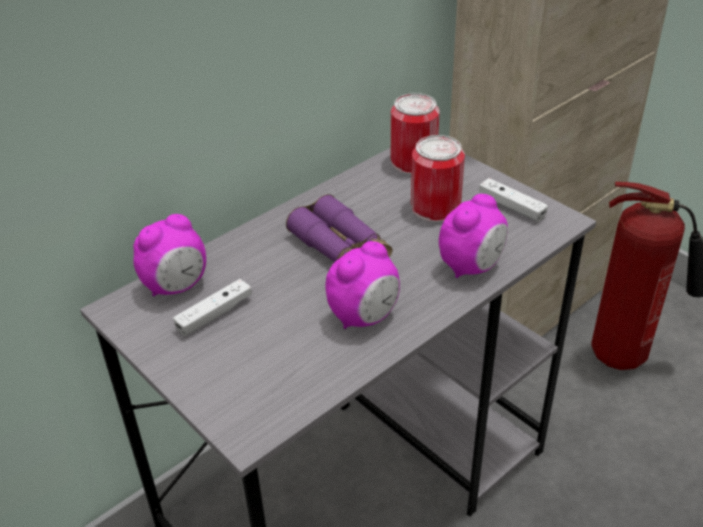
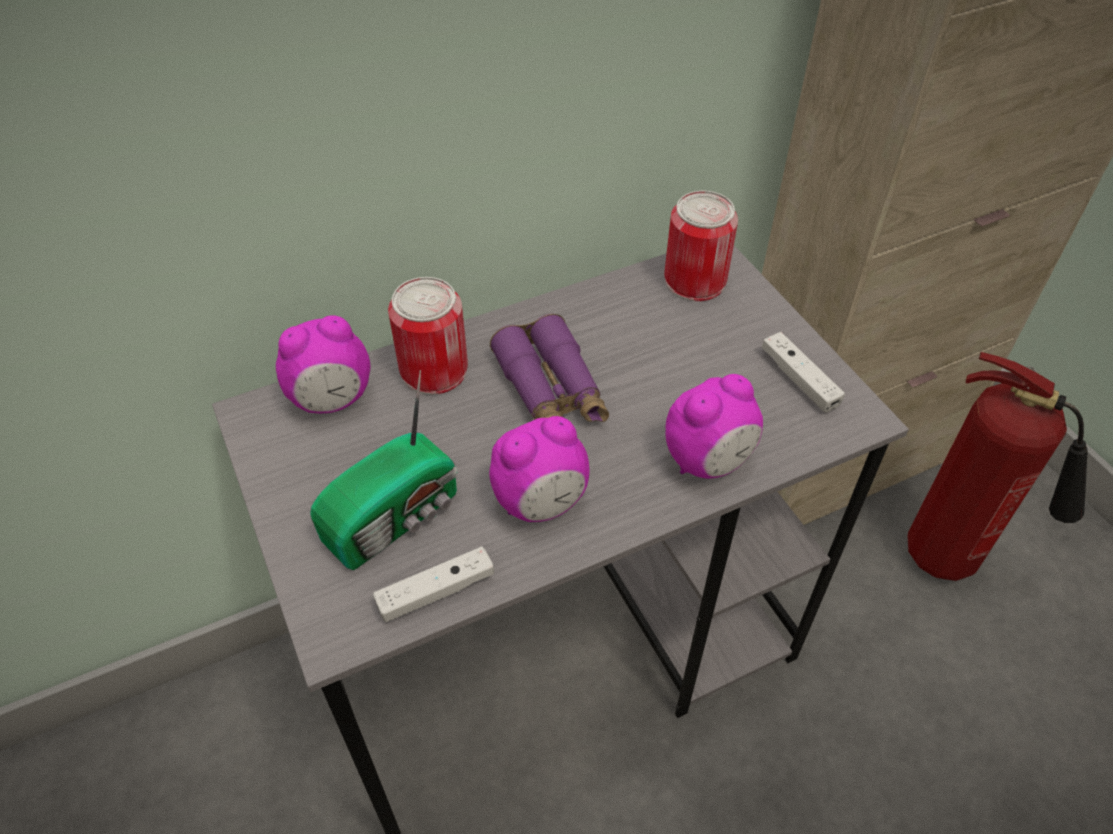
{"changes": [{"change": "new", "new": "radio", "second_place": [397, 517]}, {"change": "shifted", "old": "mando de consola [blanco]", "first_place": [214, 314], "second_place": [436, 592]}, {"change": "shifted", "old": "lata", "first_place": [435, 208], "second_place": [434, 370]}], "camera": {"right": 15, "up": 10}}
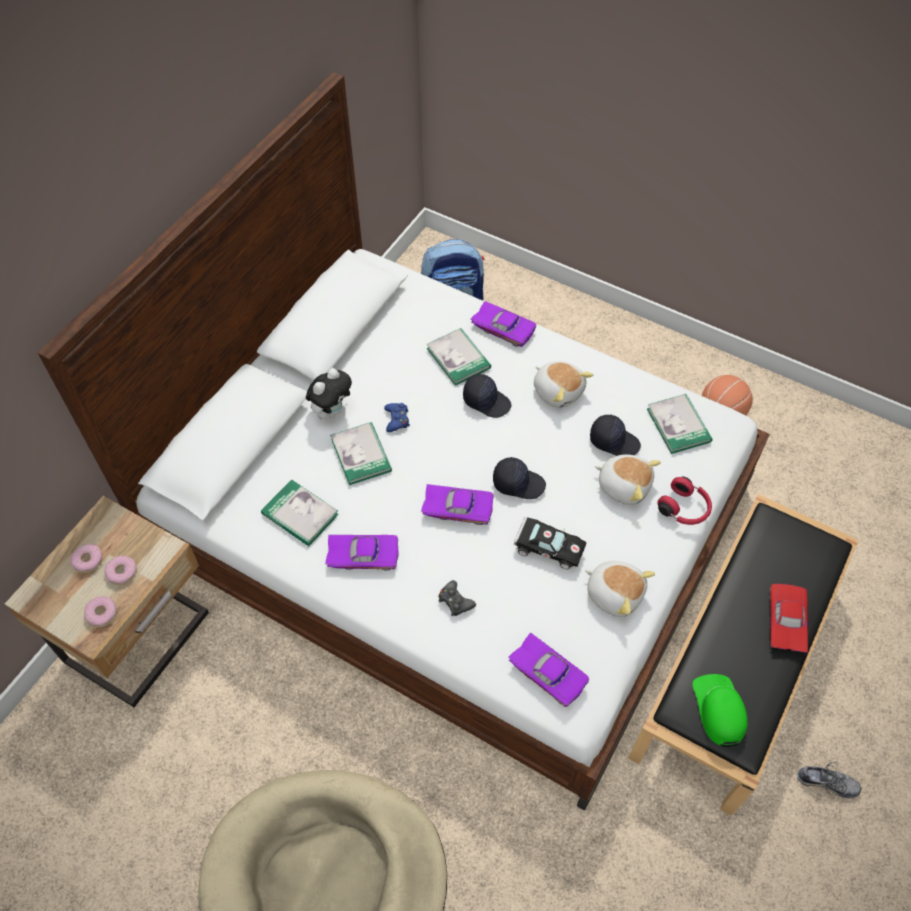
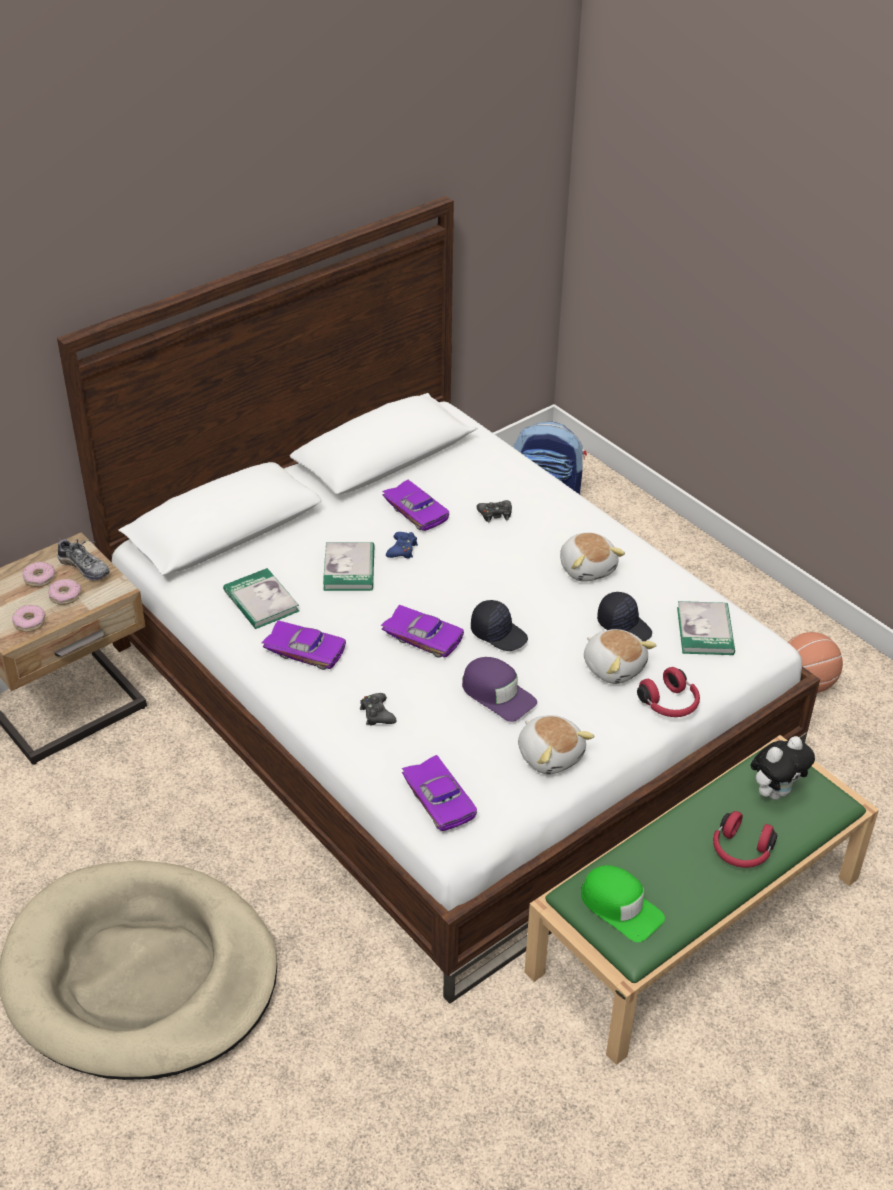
{"changes": [{"change": "shifted", "old": "zapato", "first_place": [826, 782], "second_place": [84, 567]}, {"change": "shifted", "old": "coche de juguete [morado]", "first_place": [504, 327], "second_place": [417, 511]}, {"change": "swapped", "old": "coche de juguete [negro]", "new": "gorra [morado]", "first_place": [546, 547], "second_place": [497, 694]}, {"change": "swapped", "old": "libro", "new": "mando de consola [negro]", "first_place": [458, 358], "second_place": [495, 514]}, {"change": "repainted", "old": "banco [negro]", "new": "banco [verde]", "first_place": [734, 662], "second_place": [696, 922]}, {"change": "rotated", "old": "gorra [verde]", "first_place": [719, 710], "second_place": [620, 907], "degrees": 120}, {"change": "swapped", "old": "coche de juguete [rojo]", "new": "auriculares [rojo]", "first_place": [783, 621], "second_place": [740, 851]}, {"change": "shifted", "old": "peluche", "first_place": [332, 410], "second_place": [775, 791]}, {"change": "gone", "old": "gorra [negro]", "first_place": [486, 401]}], "camera": {"right": 20, "up": -15}}
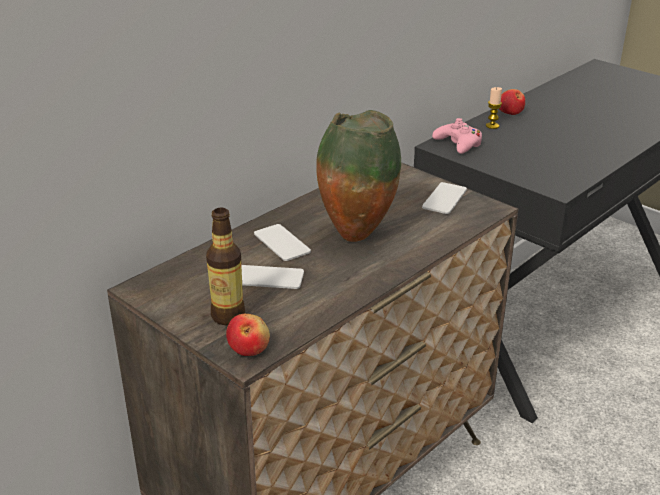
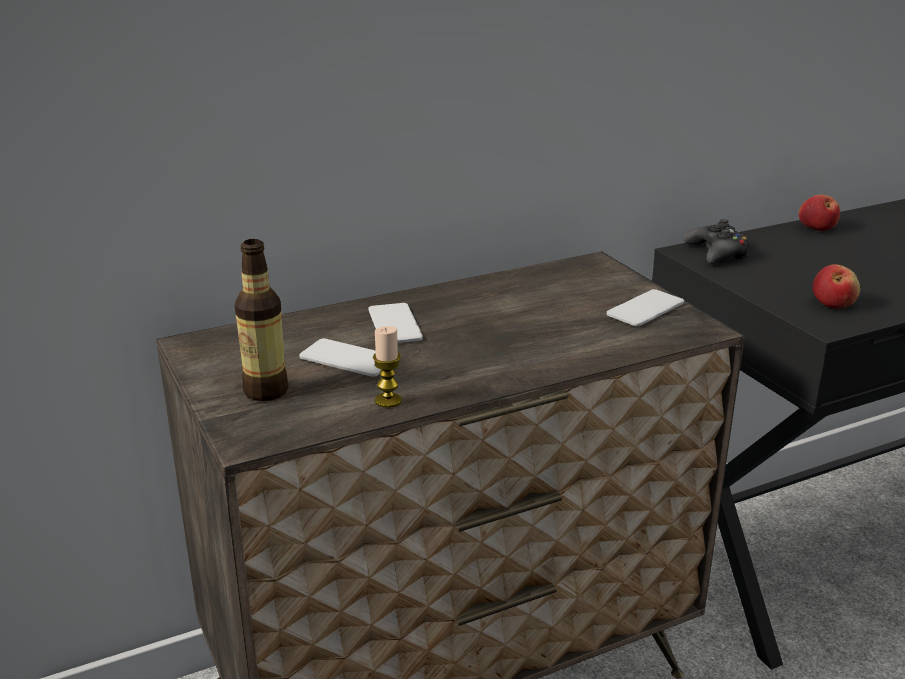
{"changes": [{"change": "shifted", "old": "vela", "first_place": [492, 126], "second_place": [388, 400]}, {"change": "repainted", "old": "mando de consola [rosa]", "new": "mando de consola [negro]", "first_place": [458, 144], "second_place": [717, 253]}, {"change": "shifted", "old": "manzana", "first_place": [249, 348], "second_place": [833, 304]}, {"change": "gone", "old": "florero", "first_place": [356, 235]}], "camera": {"right": 20, "up": -5}}
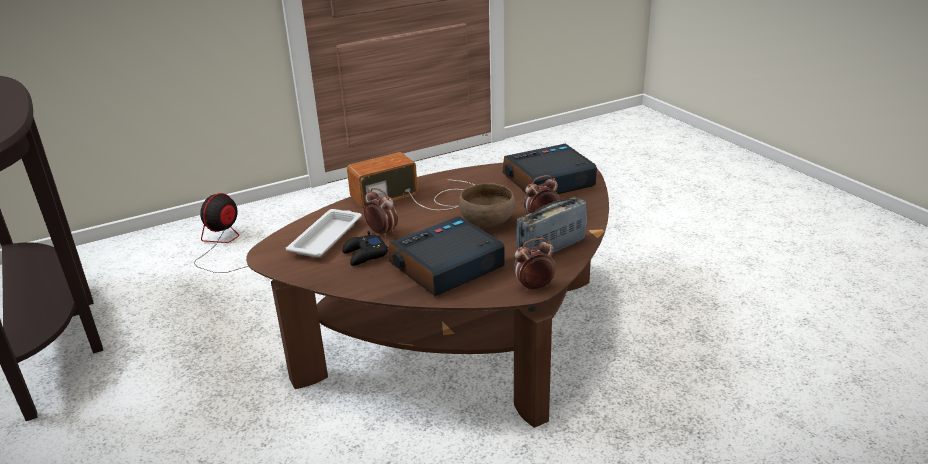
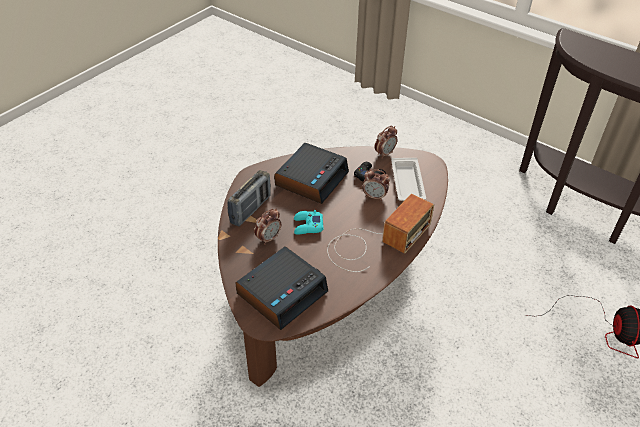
{"changes": [{"change": "swapped", "old": "cuenco [marrón]", "new": "mando de consola [turquesa]", "first_place": [487, 221], "second_place": [307, 226]}, {"change": "shifted", "old": "despertador", "first_place": [534, 287], "second_place": [385, 153]}], "camera": {"right": 155, "up": 15}}
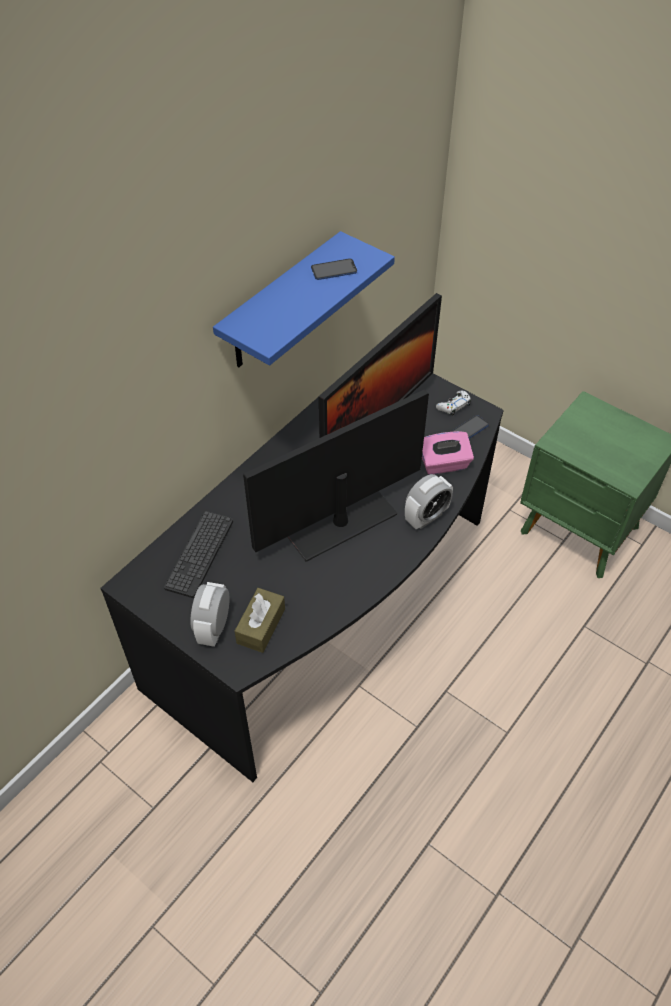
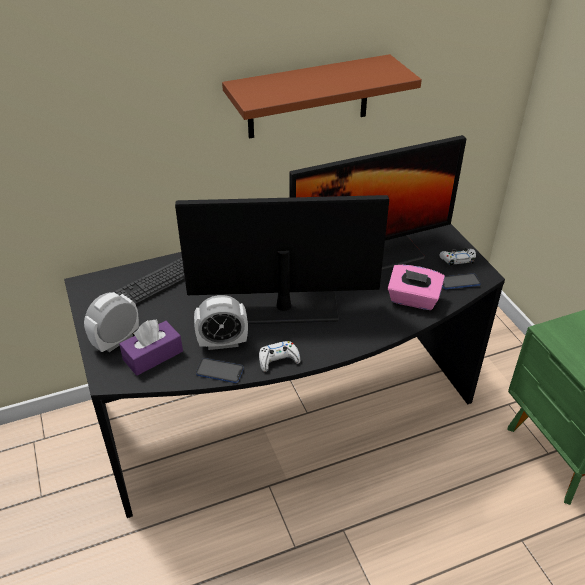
{"changes": [{"change": "repainted", "old": "caja de pañuelos [marrón]", "new": "caja de pañuelos [morado]", "first_place": [261, 626], "second_place": [153, 355]}, {"change": "shifted", "old": "despertador", "first_place": [426, 517], "second_place": [222, 343]}, {"change": "shifted", "old": "móvil", "first_place": [334, 270], "second_place": [219, 371]}, {"change": "repainted", "old": "estante [azul]", "new": "estante [marrón]", "first_place": [281, 303], "second_place": [308, 97]}, {"change": "new", "new": "mando de consola [blanco]", "second_place": [278, 360]}], "camera": {"right": 30, "up": -10}}
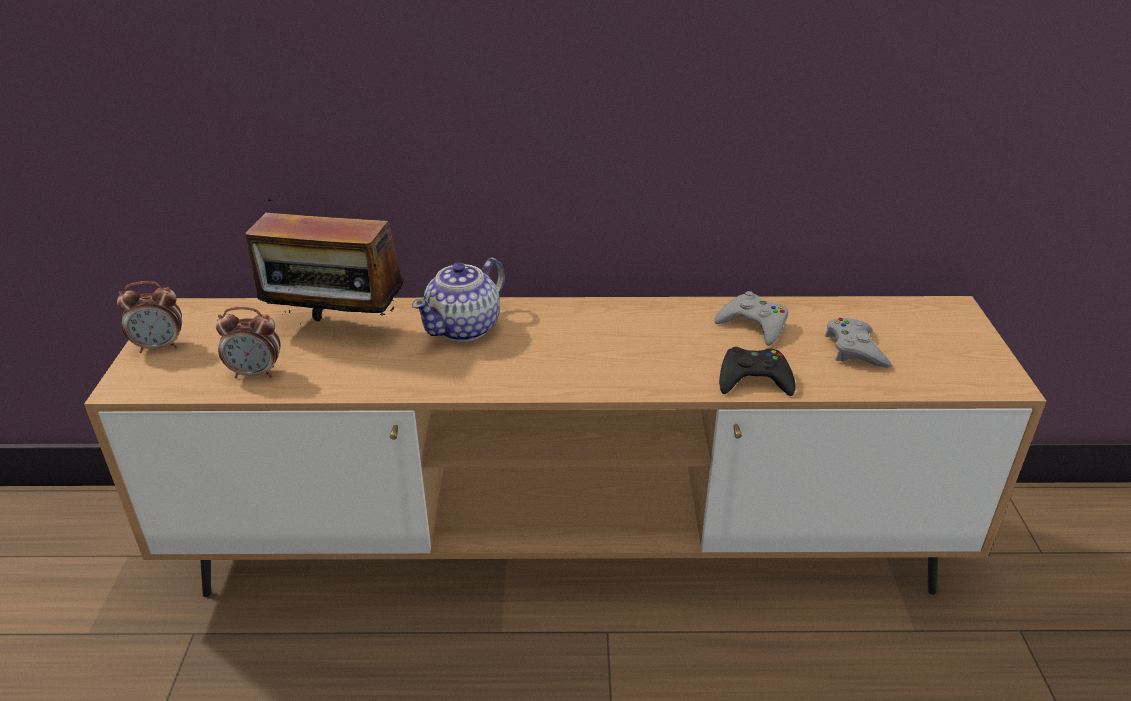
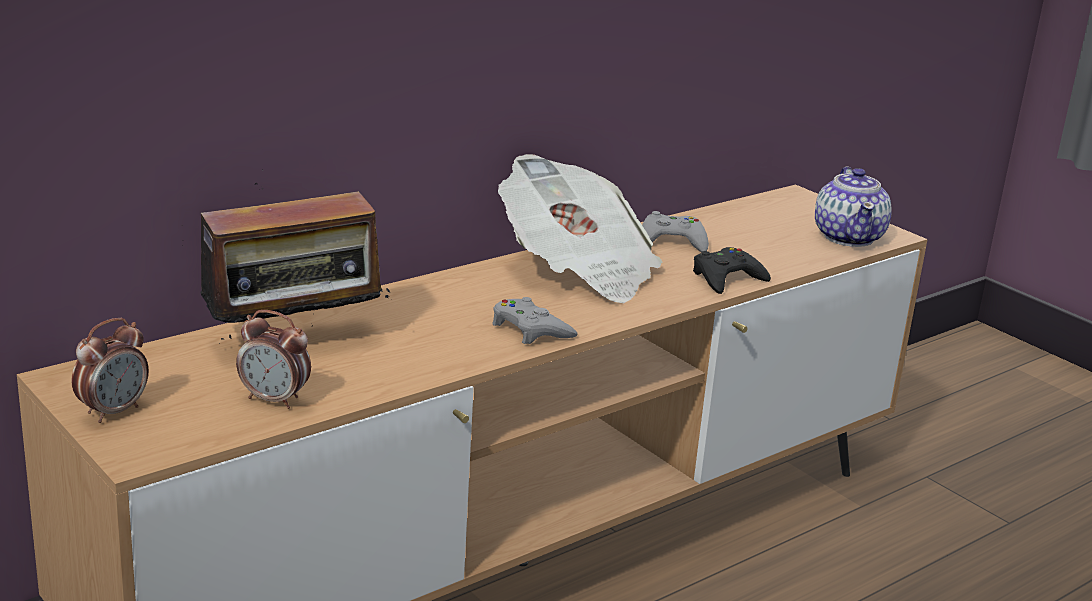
{"changes": [{"change": "rotated", "old": "despertador", "first_place": [256, 373], "second_place": [274, 400], "degrees": 60}, {"change": "shifted", "old": "mando de consola [gris]", "first_place": [854, 349], "second_place": [530, 329]}, {"change": "new", "new": "periódico", "second_place": [578, 270]}, {"change": "shifted", "old": "tetera", "first_place": [464, 328], "second_place": [849, 237]}], "camera": {"right": -40, "up": -10}}
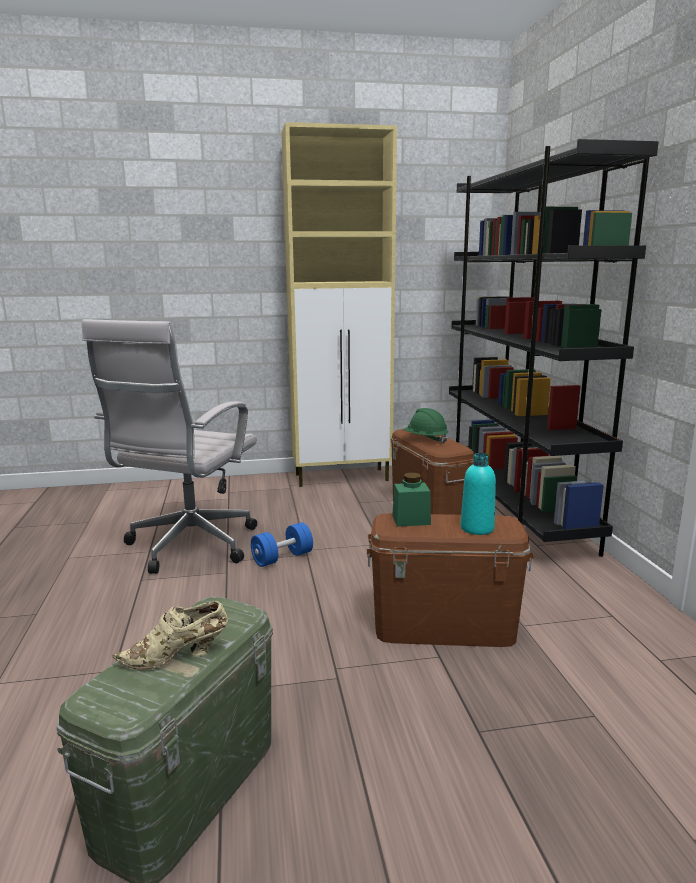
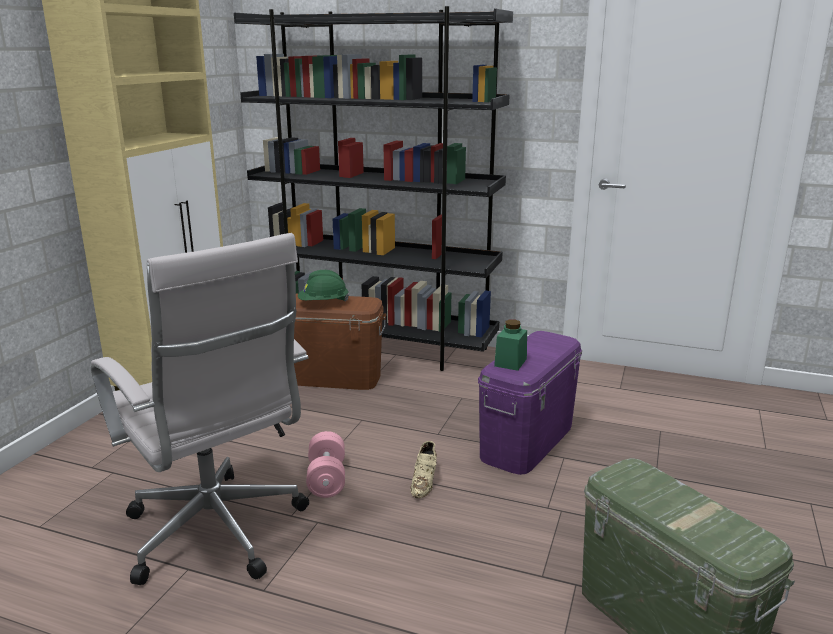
{"changes": [{"change": "repainted", "old": "mancuerna [azul]", "new": "mancuerna [rosa]", "first_place": [282, 558], "second_place": [327, 479]}, {"change": "shifted", "old": "zapato [beis]", "first_place": [178, 656], "second_place": [424, 482]}, {"change": "repainted", "old": "caja de almacenaje [marrón]", "new": "caja de almacenaje [morado]", "first_place": [444, 627], "second_place": [527, 441]}, {"change": "gone", "old": "botella [turquesa]", "first_place": [477, 528]}], "camera": {"right": -60, "up": 5}}
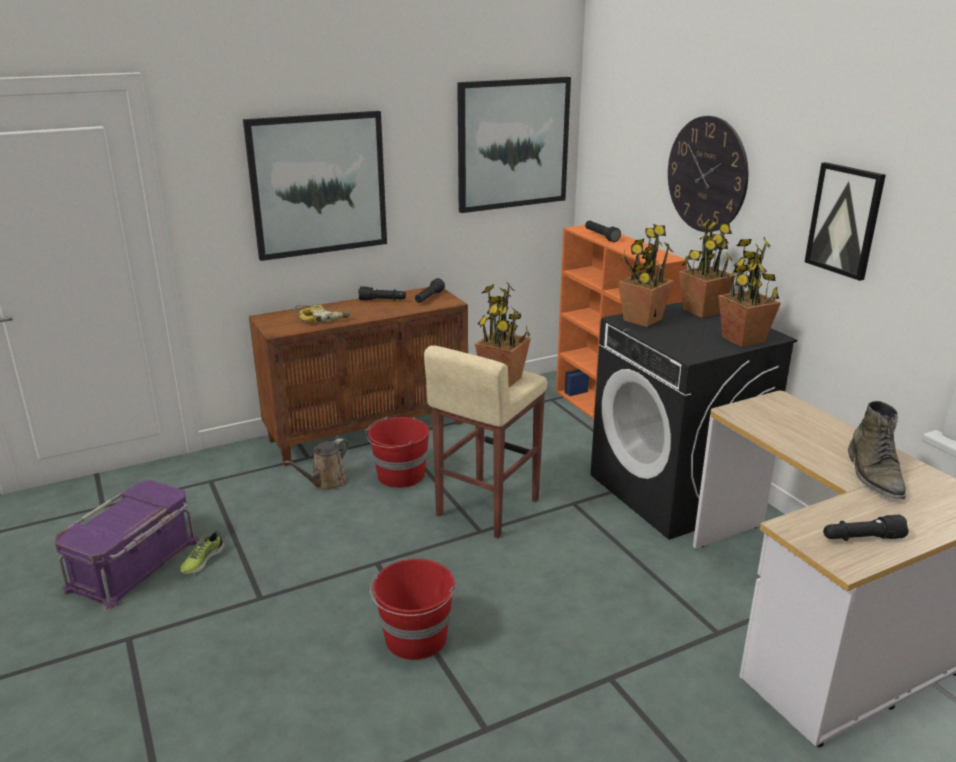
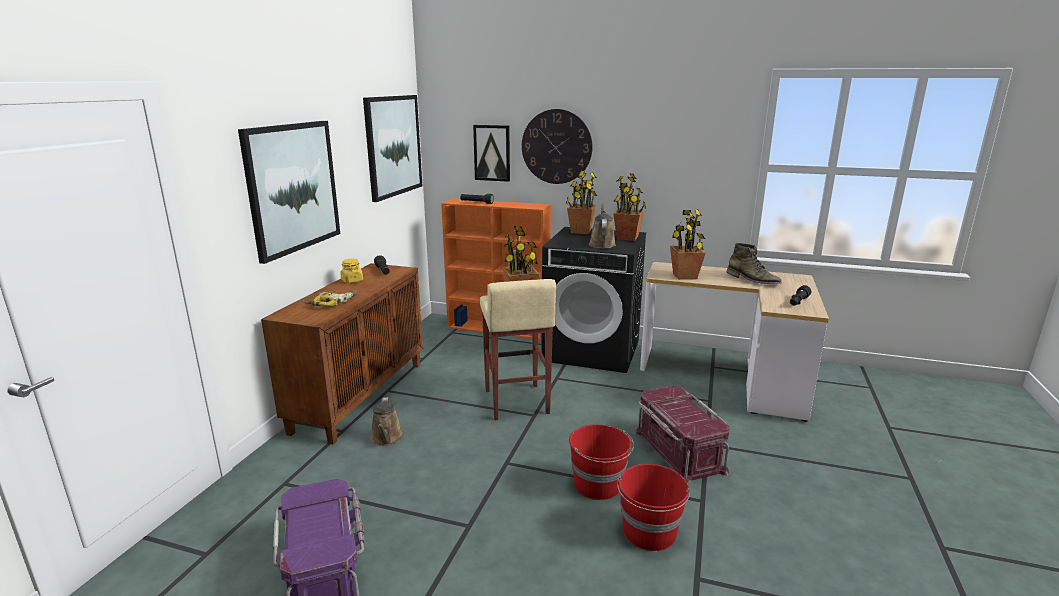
{"changes": [{"change": "swapped", "old": "linterna [negro]", "new": "tarro [amarillo]", "first_place": [382, 300], "second_place": [352, 281]}, {"change": "shifted", "old": "cuadro", "first_place": [844, 220], "second_place": [492, 153]}, {"change": "new", "new": "regadera [marrón]", "second_place": [601, 244]}, {"change": "shifted", "old": "cubo [rojo]", "first_place": [399, 476], "second_place": [649, 533]}, {"change": "new", "new": "caja de almacenaje [rojo]", "second_place": [677, 451]}, {"change": "shifted", "old": "planta en maceta", "first_place": [642, 320], "second_place": [685, 276]}, {"change": "gone", "old": "zapato", "first_place": [202, 560]}], "camera": {"right": -45, "up": -5}}
